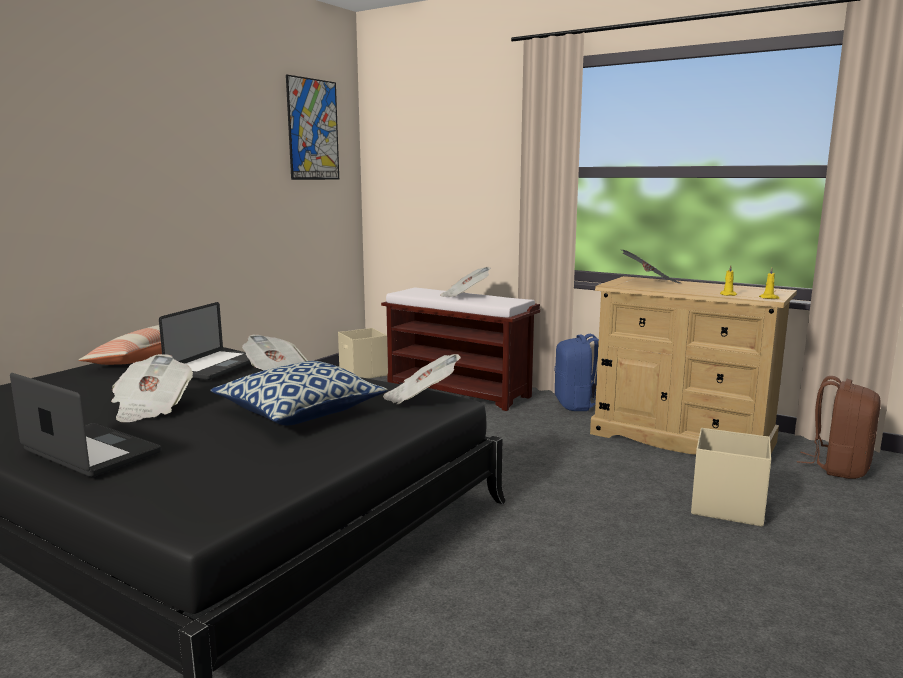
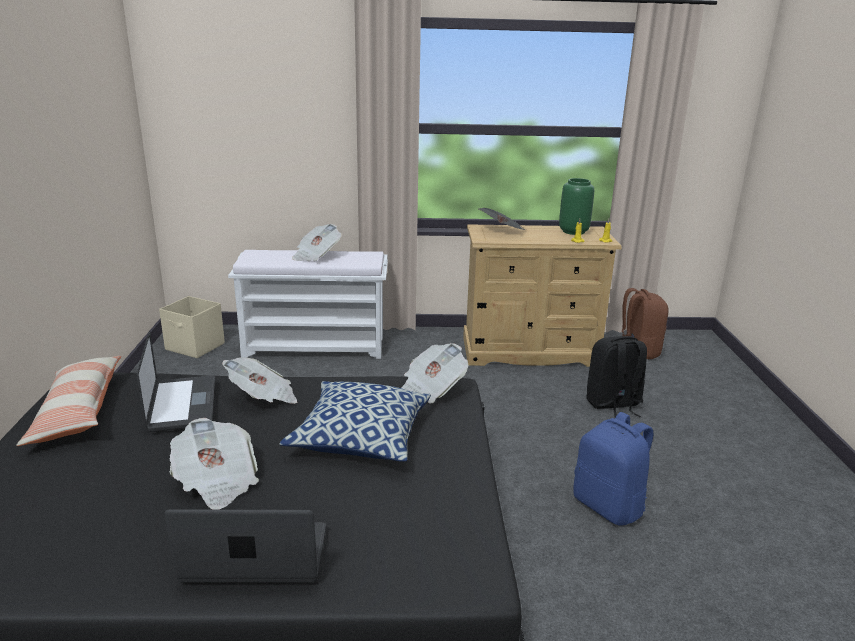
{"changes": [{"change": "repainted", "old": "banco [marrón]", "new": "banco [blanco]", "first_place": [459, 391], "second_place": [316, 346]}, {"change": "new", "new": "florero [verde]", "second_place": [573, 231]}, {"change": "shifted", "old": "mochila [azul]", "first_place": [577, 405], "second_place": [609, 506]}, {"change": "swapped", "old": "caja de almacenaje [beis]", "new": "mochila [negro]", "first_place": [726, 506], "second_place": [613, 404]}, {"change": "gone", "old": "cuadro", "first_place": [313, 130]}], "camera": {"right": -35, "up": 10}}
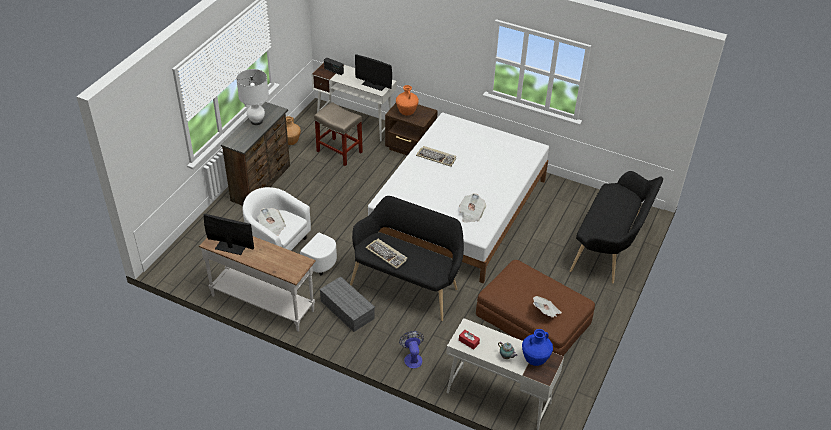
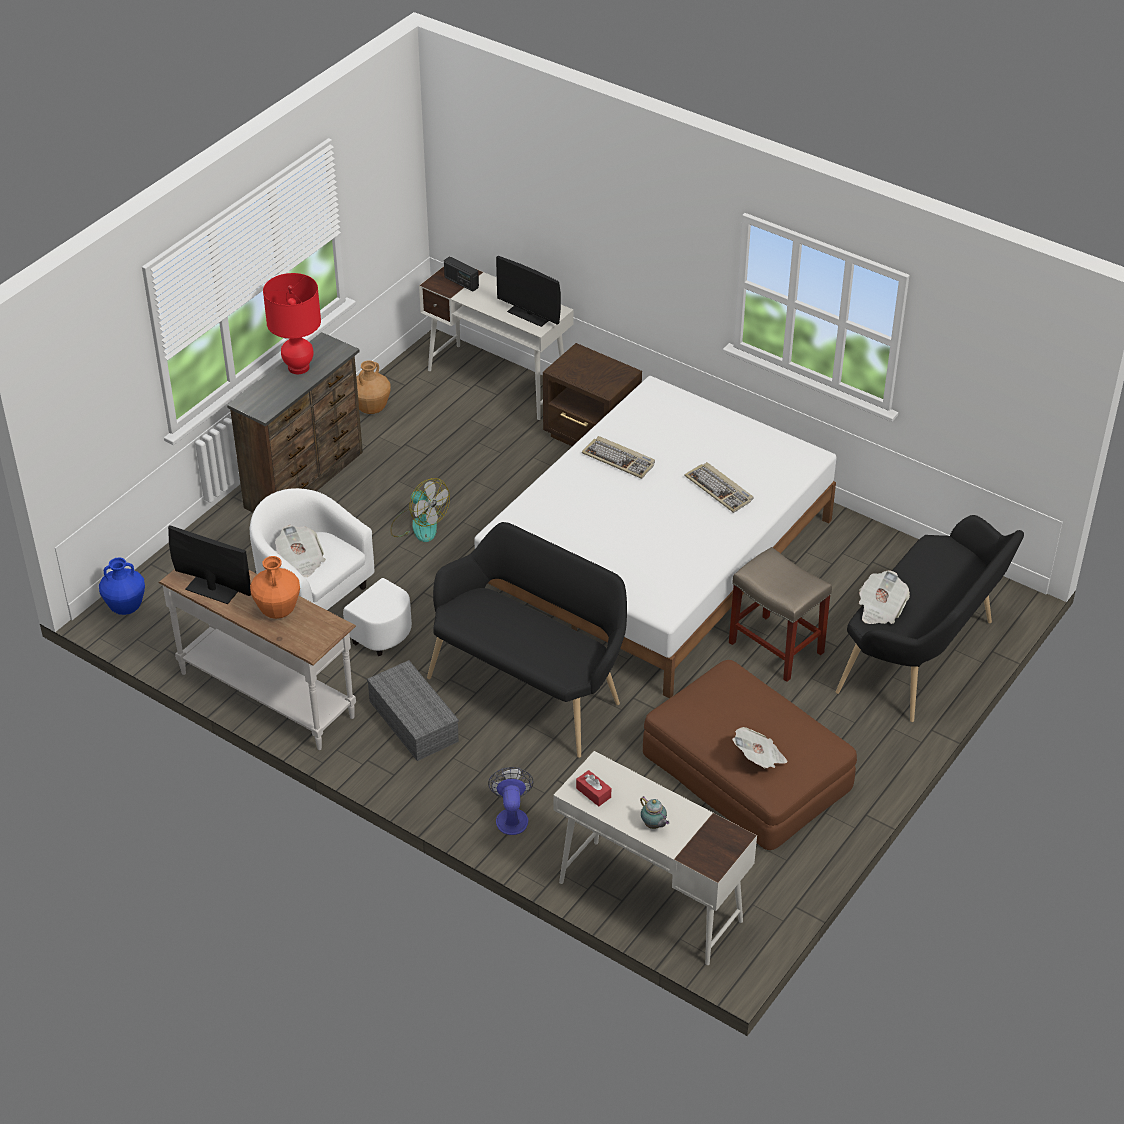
{"changes": [{"change": "shifted", "old": "florero [azul]", "first_place": [534, 360], "second_place": [125, 608]}, {"change": "shifted", "old": "florero [naranja]", "first_place": [407, 113], "second_place": [278, 611]}, {"change": "repainted", "old": "lámpara de mesa [blanco]", "new": "lámpara de mesa [rojo]", "first_place": [256, 121], "second_place": [298, 368]}, {"change": "new", "new": "ventilador", "second_place": [418, 525]}, {"change": "shifted", "old": "teclado", "first_place": [387, 254], "second_place": [719, 489]}, {"change": "shifted", "old": "taburete [beis]", "first_place": [338, 151], "second_place": [775, 647]}, {"change": "shifted", "old": "periódico", "first_place": [471, 214], "second_place": [880, 609]}], "camera": {"right": 10, "up": 0}}
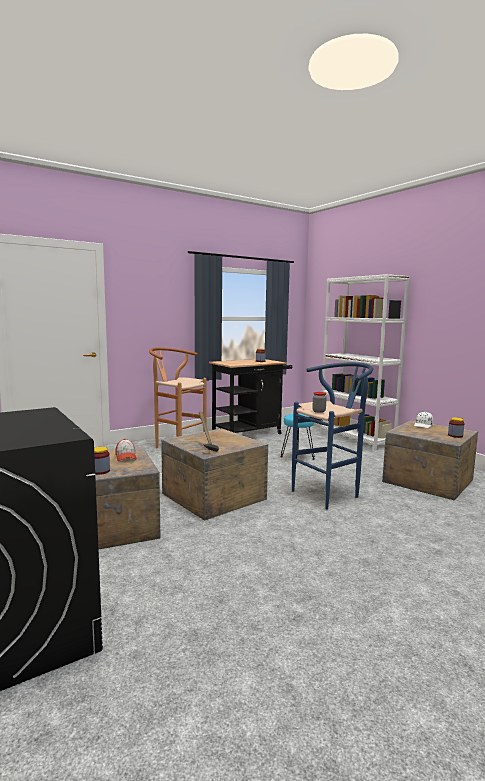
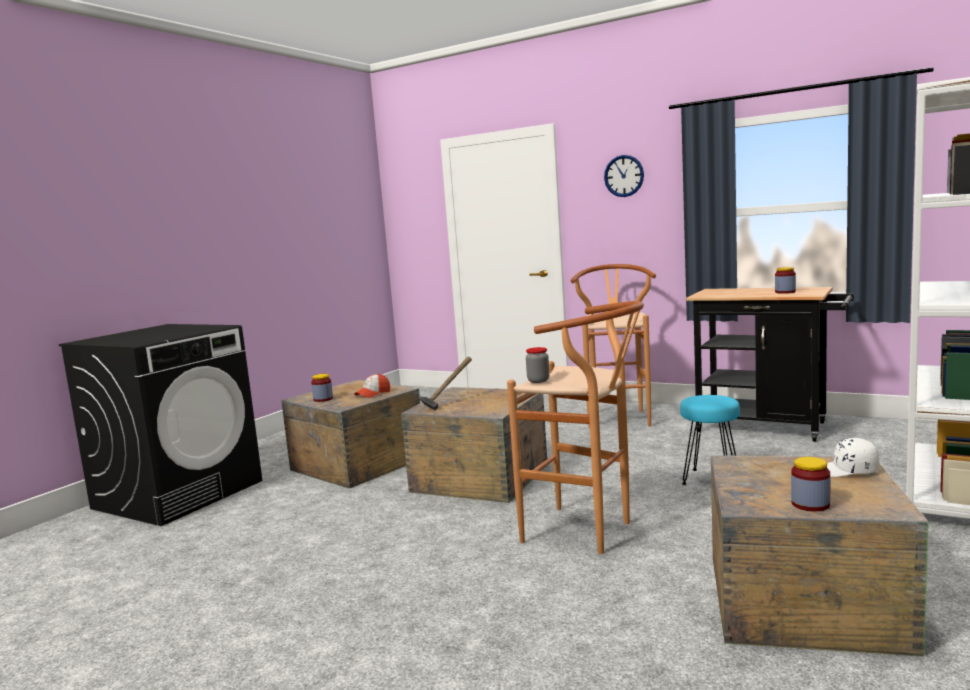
{"changes": [{"change": "repainted", "old": "taburete [azul]", "new": "taburete [marrón]", "first_place": [330, 493], "second_place": [587, 533]}, {"change": "new", "new": "reloj de pared", "second_place": [624, 176]}], "camera": {"right": 65, "up": 0}}
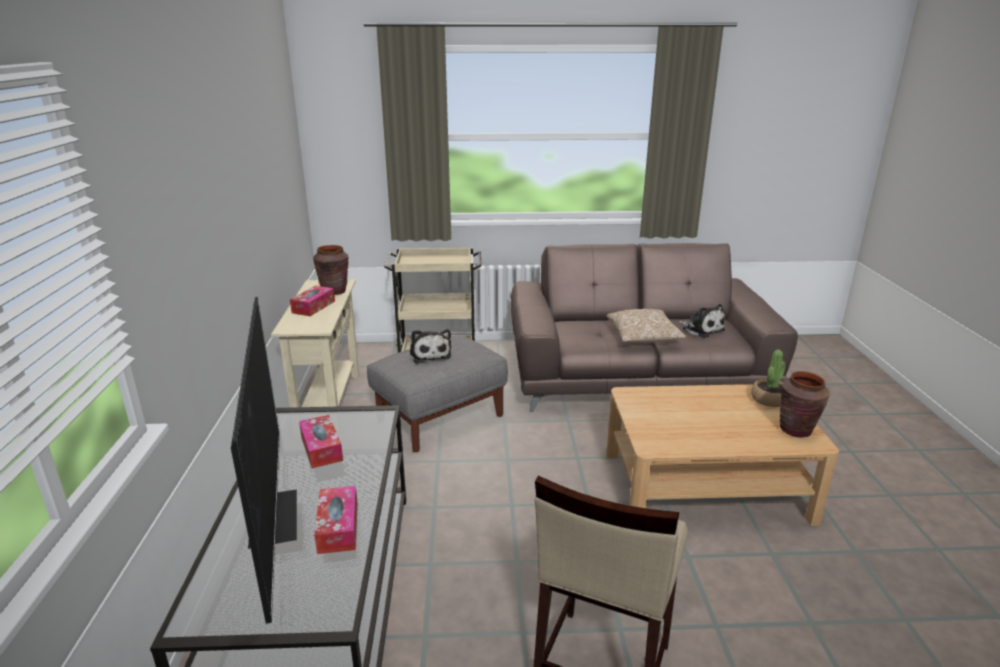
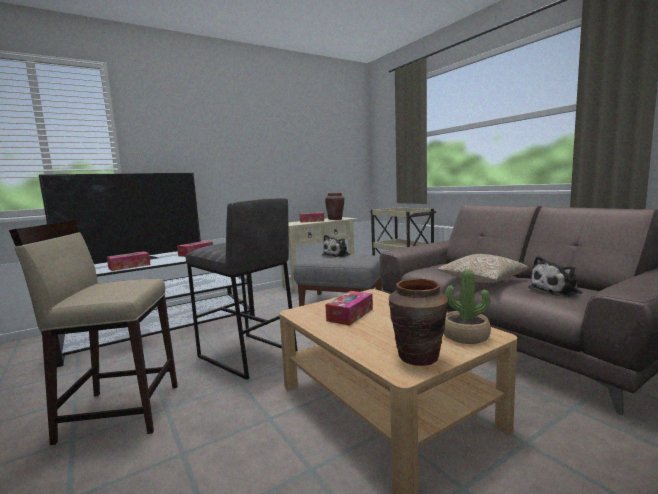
{"changes": [{"change": "new", "new": "taburete [gris]", "second_place": [247, 355]}, {"change": "new", "new": "caja de pañuelos", "second_place": [350, 315]}, {"change": "rotated", "old": "peluche", "first_place": [701, 329], "second_place": [557, 291], "degrees": 45}], "camera": {"right": 60, "up": -15}}
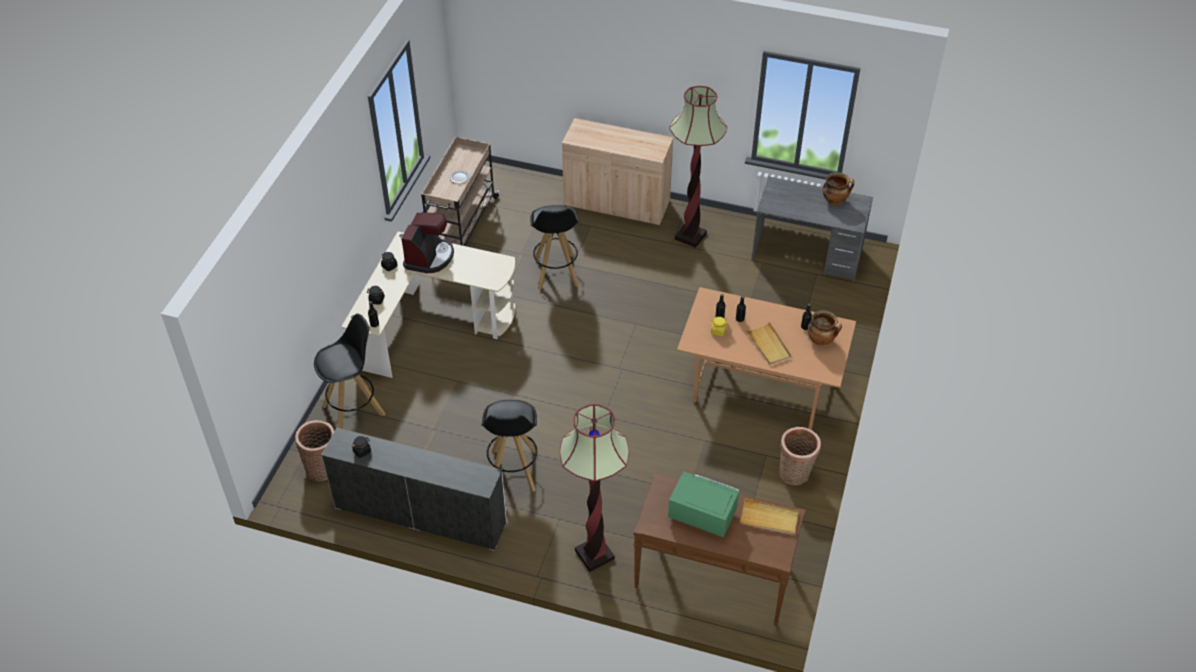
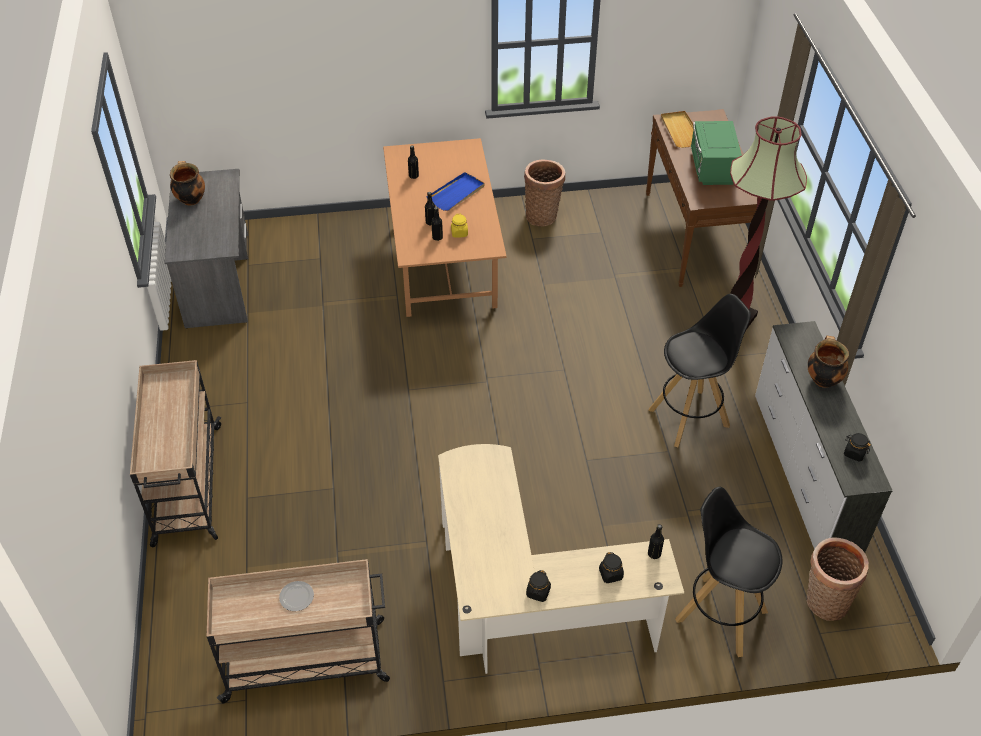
{"changes": [{"change": "swapped", "old": "armario [beis]", "new": "carrito [beis]", "first_place": [616, 203], "second_place": [187, 486]}, {"change": "repainted", "old": "bandeja [beis]", "new": "bandeja [azul]", "first_place": [768, 345], "second_place": [456, 193]}, {"change": "shifted", "old": "olla", "first_place": [821, 340], "second_place": [822, 379]}, {"change": "gone", "old": "cafetera", "first_place": [429, 257]}, {"change": "gone", "old": "taburete [negro]", "first_place": [556, 272]}, {"change": "gone", "old": "lámpara de pie", "first_place": [690, 236]}], "camera": {"right": -115, "up": 0}}
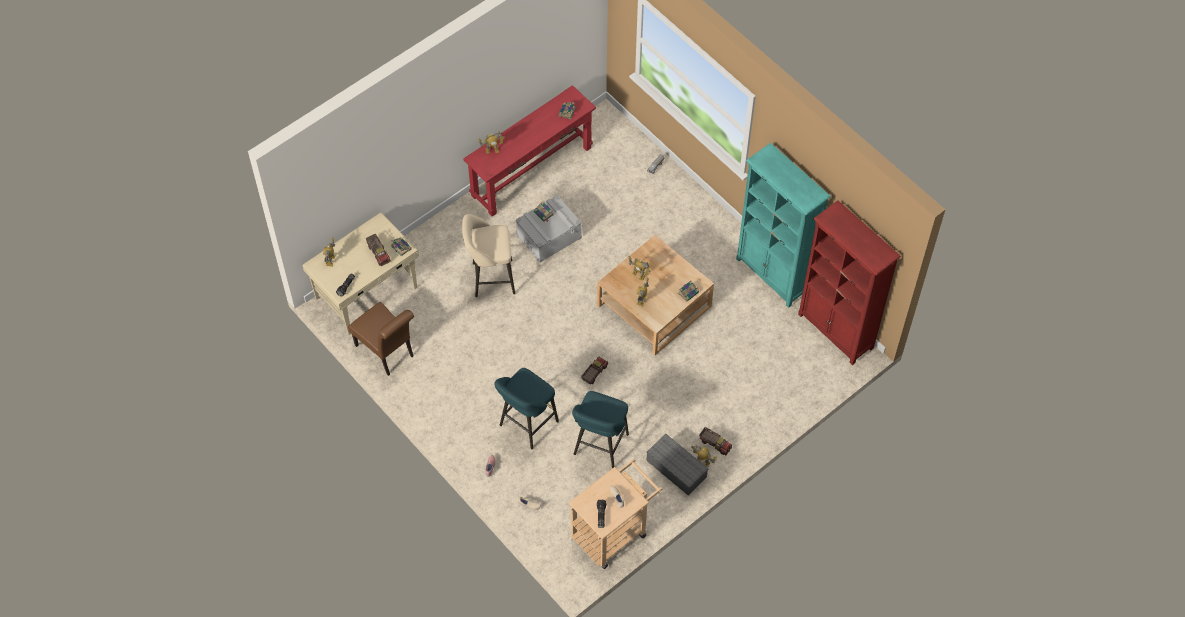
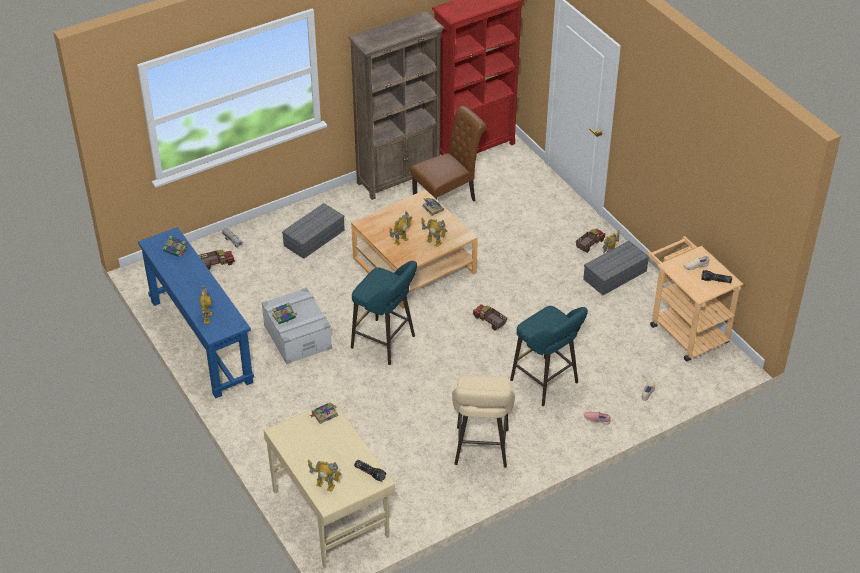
{"changes": [{"change": "repainted", "old": "mesa consola [rojo]", "new": "mesa consola [azul]", "first_place": [531, 171], "second_place": [201, 341]}, {"change": "shifted", "old": "camión de juguete", "first_place": [379, 253], "second_place": [216, 263]}, {"change": "new", "new": "caja de almacenaje [gris]", "second_place": [314, 237]}, {"change": "repainted", "old": "estantería [turquesa]", "new": "estantería [marrón]", "first_place": [773, 275], "second_place": [399, 178]}, {"change": "shifted", "old": "taburete [turquesa]", "first_place": [599, 447], "second_place": [386, 343]}, {"change": "shifted", "old": "silla [marrón]", "first_place": [387, 352], "second_place": [448, 199]}, {"change": "shifted", "old": "taburete [beis]", "first_place": [490, 278], "second_place": [481, 450]}], "camera": {"right": -80, "up": -15}}
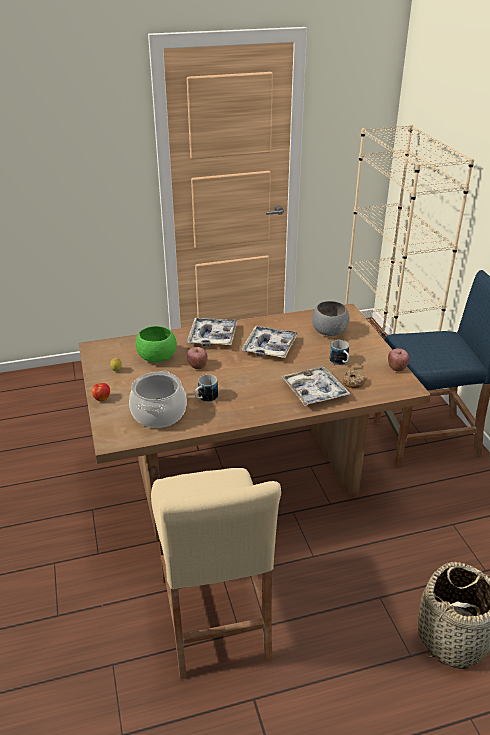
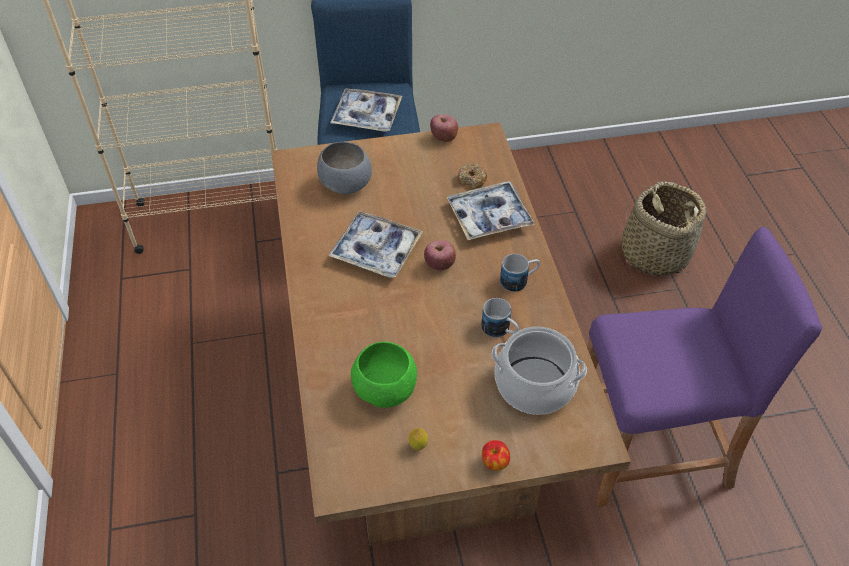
{"changes": [{"change": "shifted", "old": "bandeja", "first_place": [212, 336], "second_place": [366, 116]}, {"change": "shifted", "old": "manzana", "first_place": [197, 366], "second_place": [440, 265]}, {"change": "shifted", "old": "taza grande", "first_place": [340, 362], "second_place": [519, 280]}, {"change": "repainted", "old": "taburete [beis]", "new": "taburete [morado]", "first_place": [214, 617], "second_place": [650, 450]}], "camera": {"right": -85, "up": 15}}
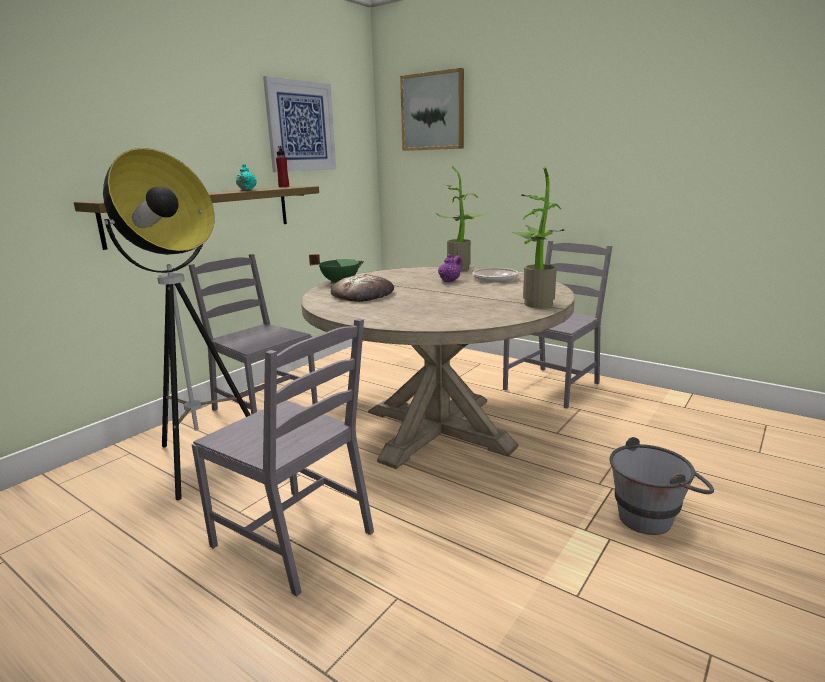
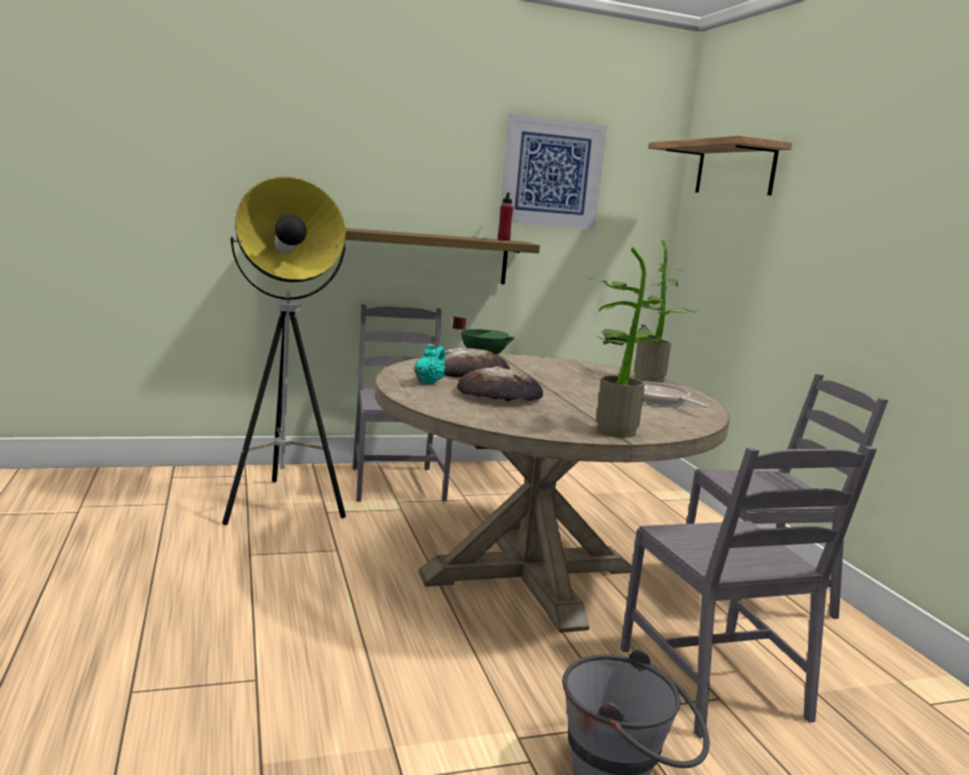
{"changes": [{"change": "shifted", "old": "tetera [turquesa]", "first_place": [247, 190], "second_place": [429, 382]}, {"change": "new", "new": "pan", "second_place": [500, 395]}, {"change": "shifted", "old": "silla [gris]", "first_place": [295, 538], "second_place": [715, 683]}, {"change": "swapped", "old": "cuadro", "new": "estante", "first_place": [433, 111], "second_place": [735, 169]}, {"change": "gone", "old": "tetera [morado]", "first_place": [450, 281]}], "camera": {"right": 35, "up": -5}}
